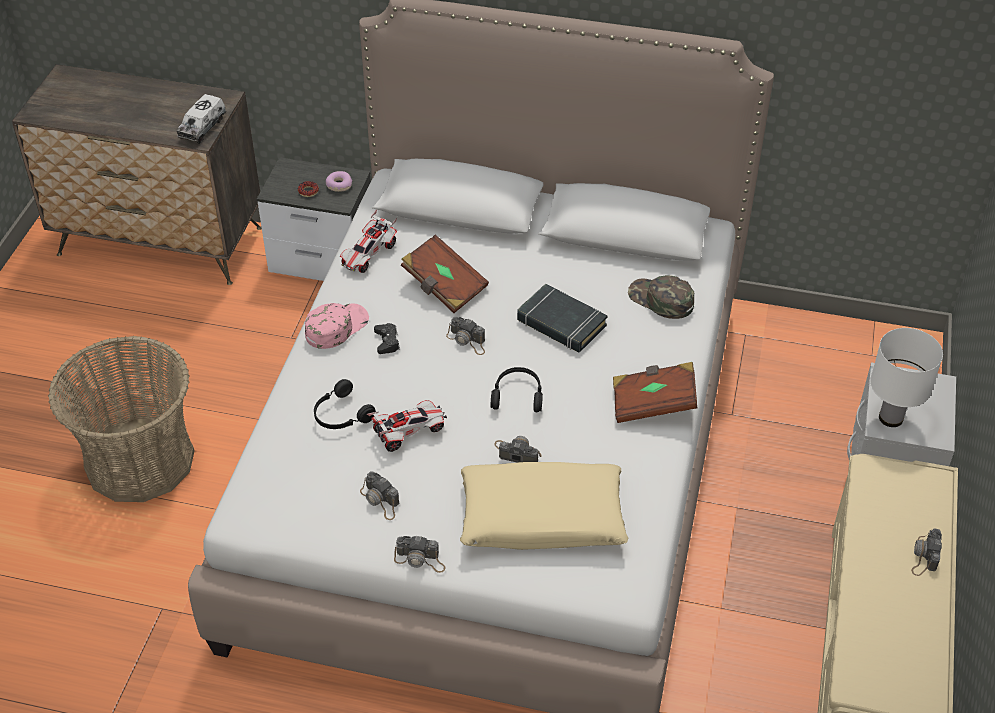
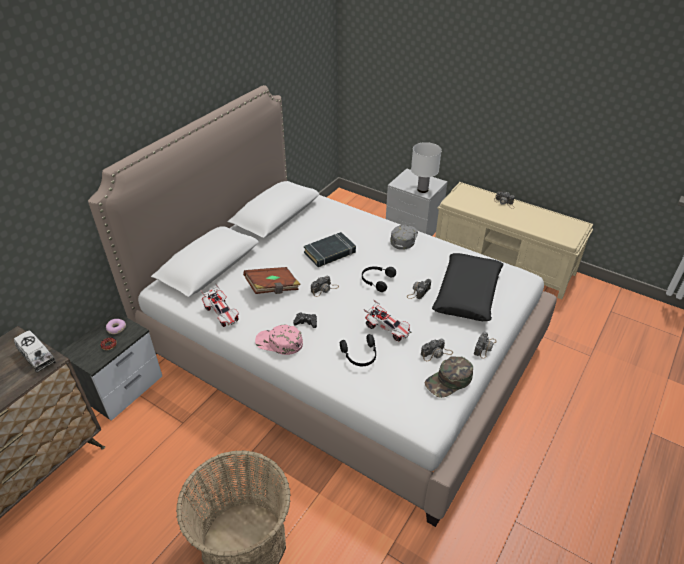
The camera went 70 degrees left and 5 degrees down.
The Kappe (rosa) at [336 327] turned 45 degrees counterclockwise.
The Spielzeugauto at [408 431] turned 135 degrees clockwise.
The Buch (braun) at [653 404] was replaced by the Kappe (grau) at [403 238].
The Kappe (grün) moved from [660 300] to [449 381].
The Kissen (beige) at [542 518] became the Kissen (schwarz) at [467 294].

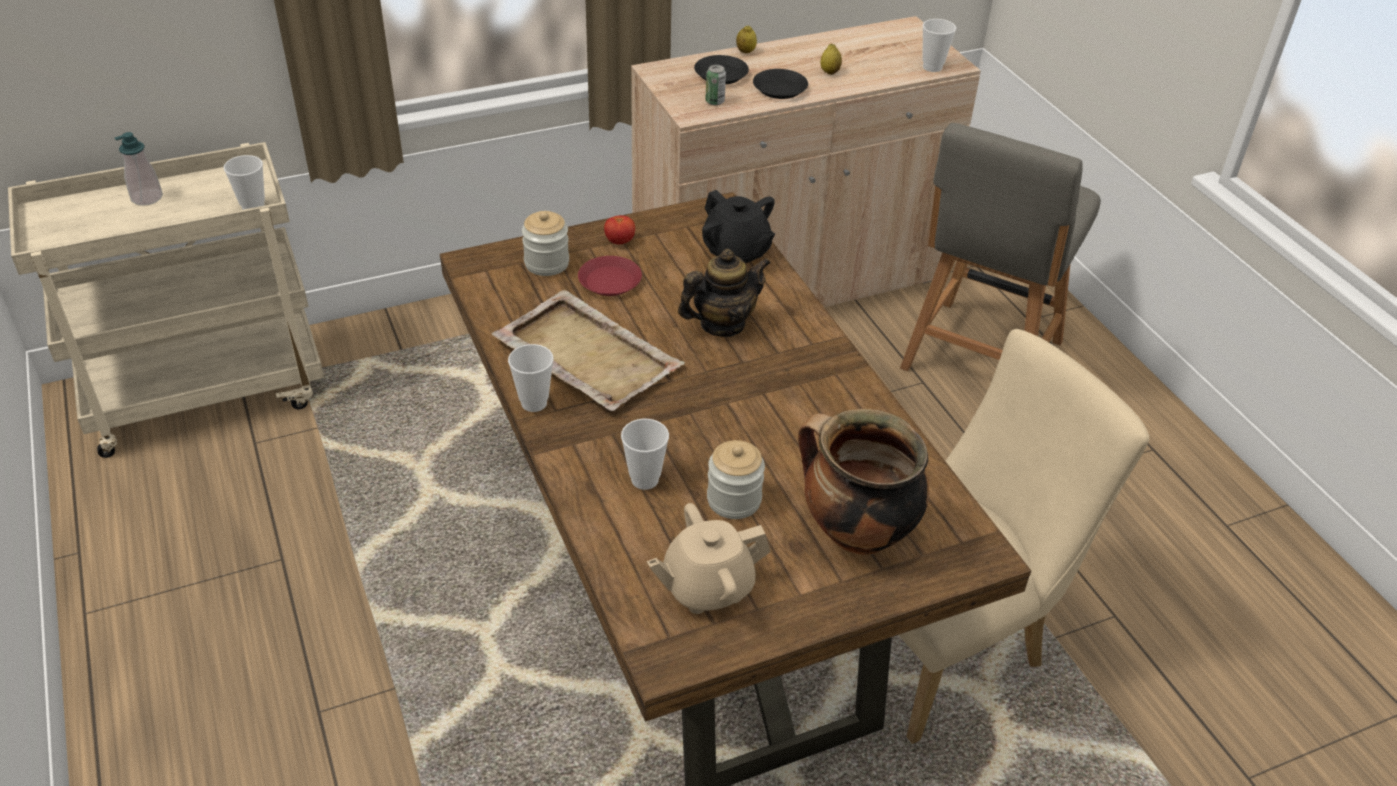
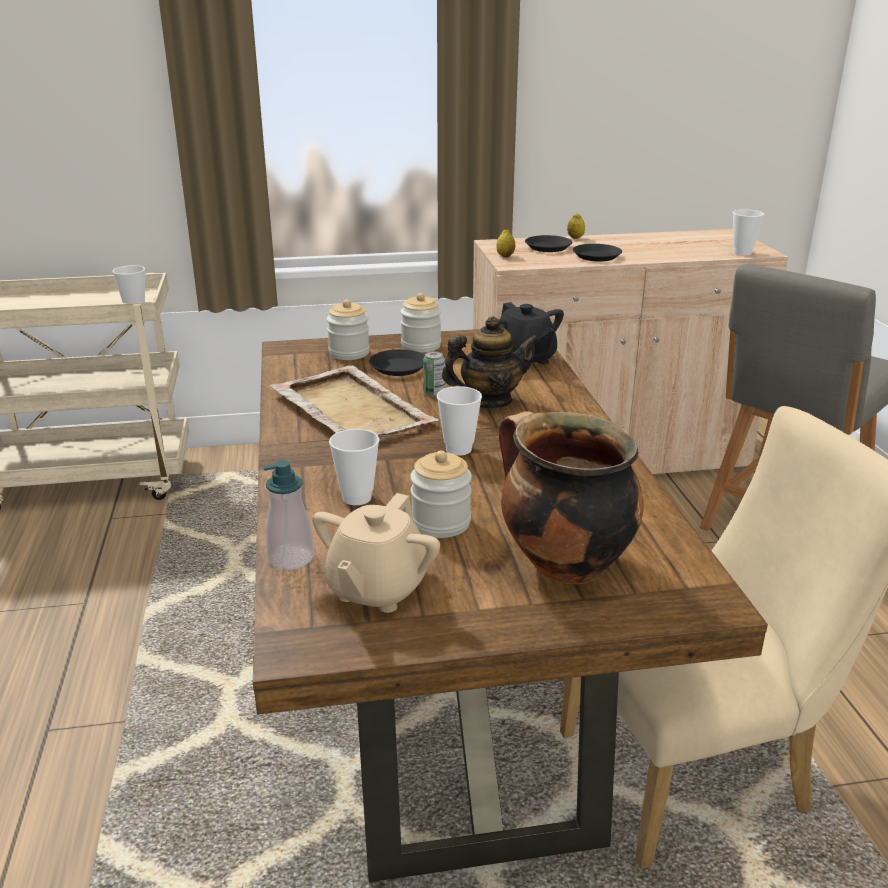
The camera went 15 degrees right and 15 degrees down.
The Seifenspender moved from [147 198] to [291 558].
The Teekanne (beige) at [707 587] turned 60 degrees counterclockwise.
The Teller (rot) at [609 281] became the Teller (schwarz) at [398 367].
The Tomate at [620 241] was replaced by the Vorratsglas at [421 346].
The Dose moved from [715 101] to [434 393].
The Tasse moved from [534 403] to [458 449].
The Zitrone moved from [829 72] to [505 256].

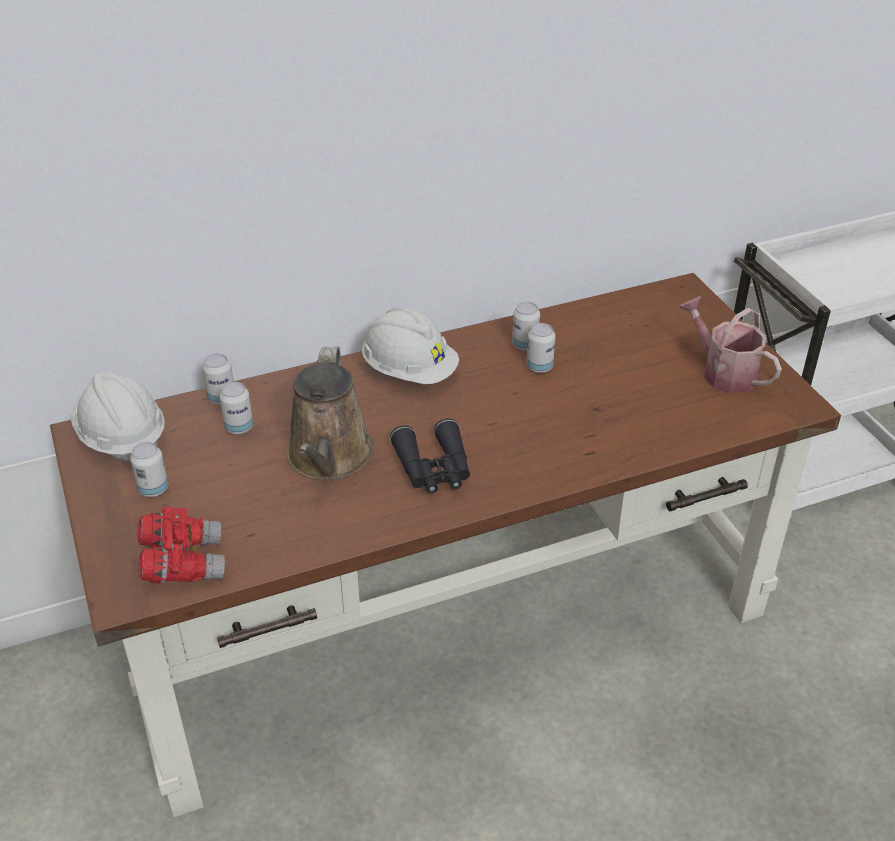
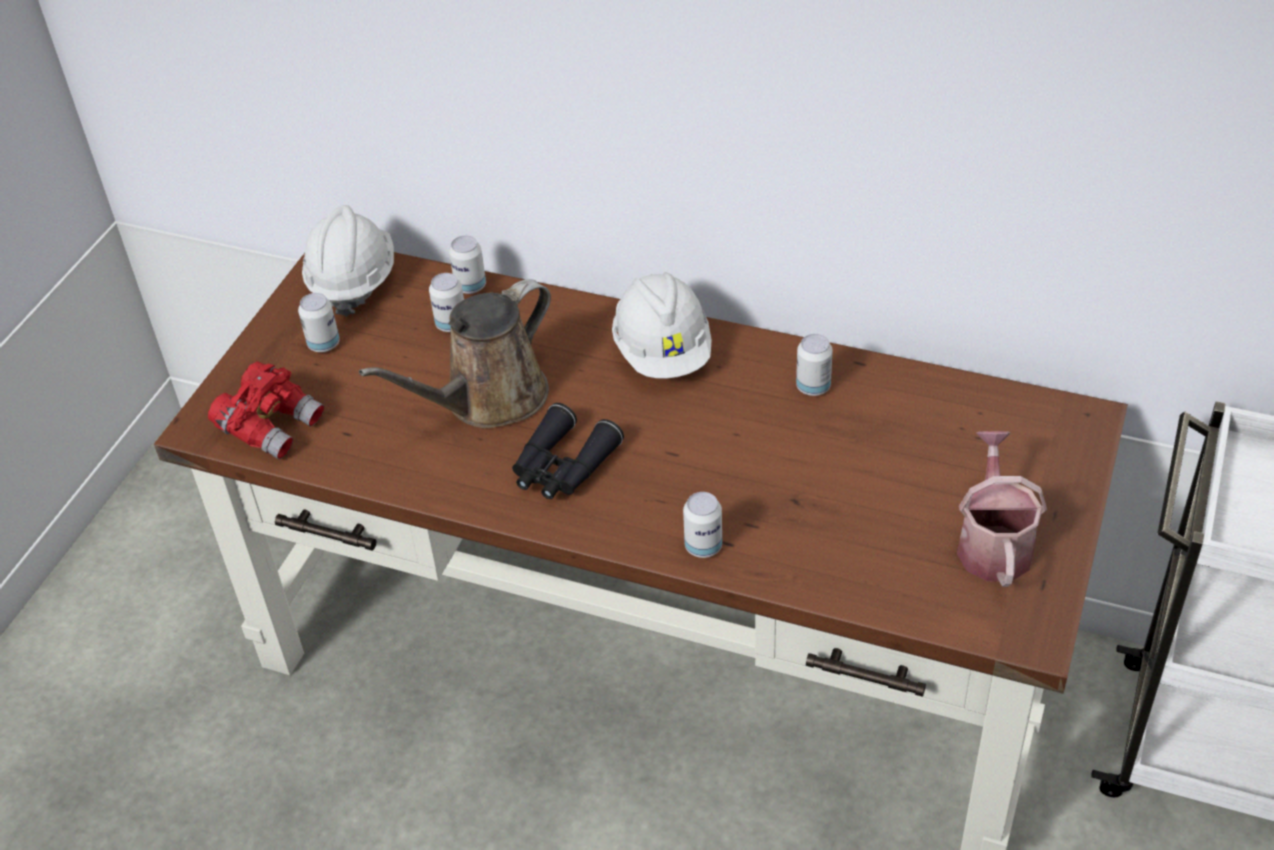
The camera went 45 degrees right and 5 degrees up.
The Dose moved from [539 367] to [703 546].

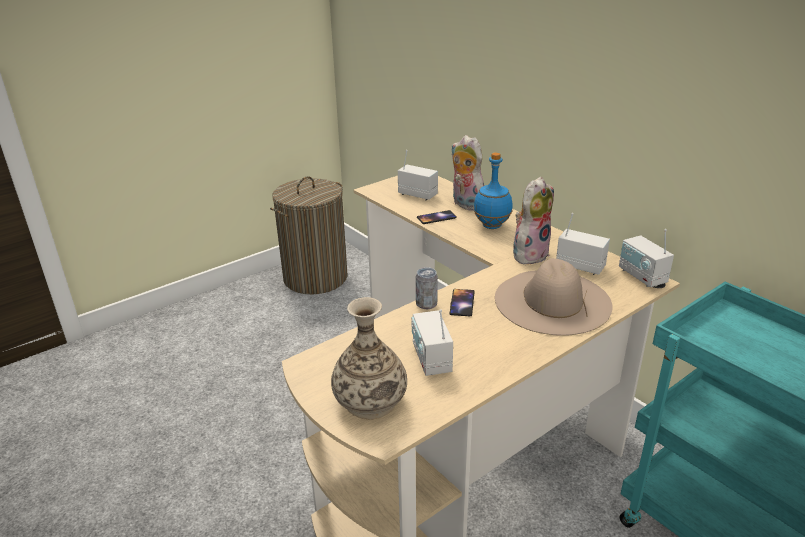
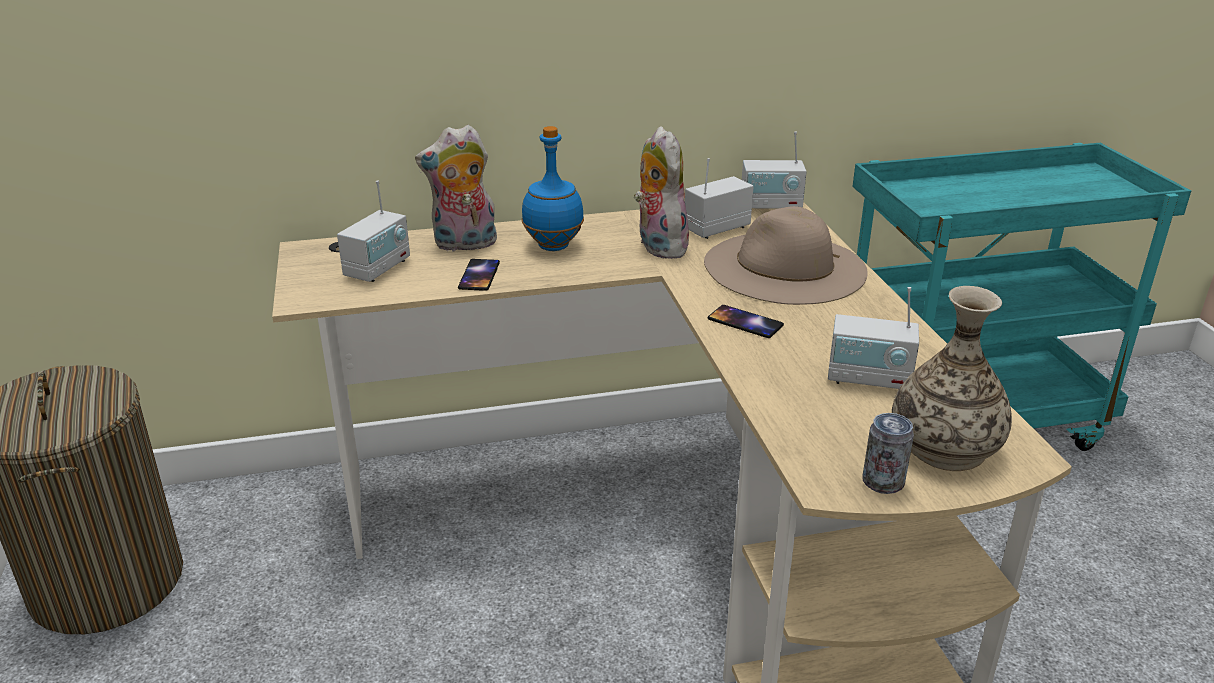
The camera went 65 degrees left and 0 degrees up.
The Radio at [418 194] turned 150 degrees clockwise.
The Dose moved from [426 304] to [883 482].

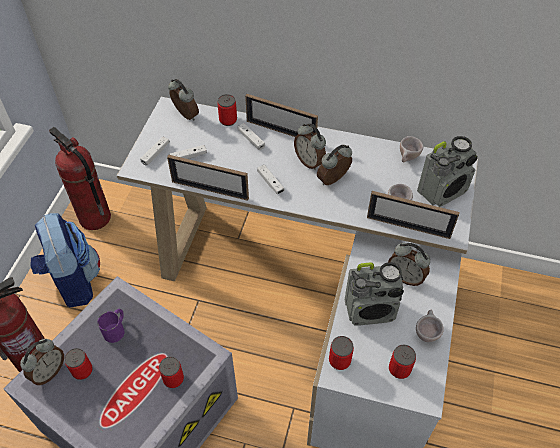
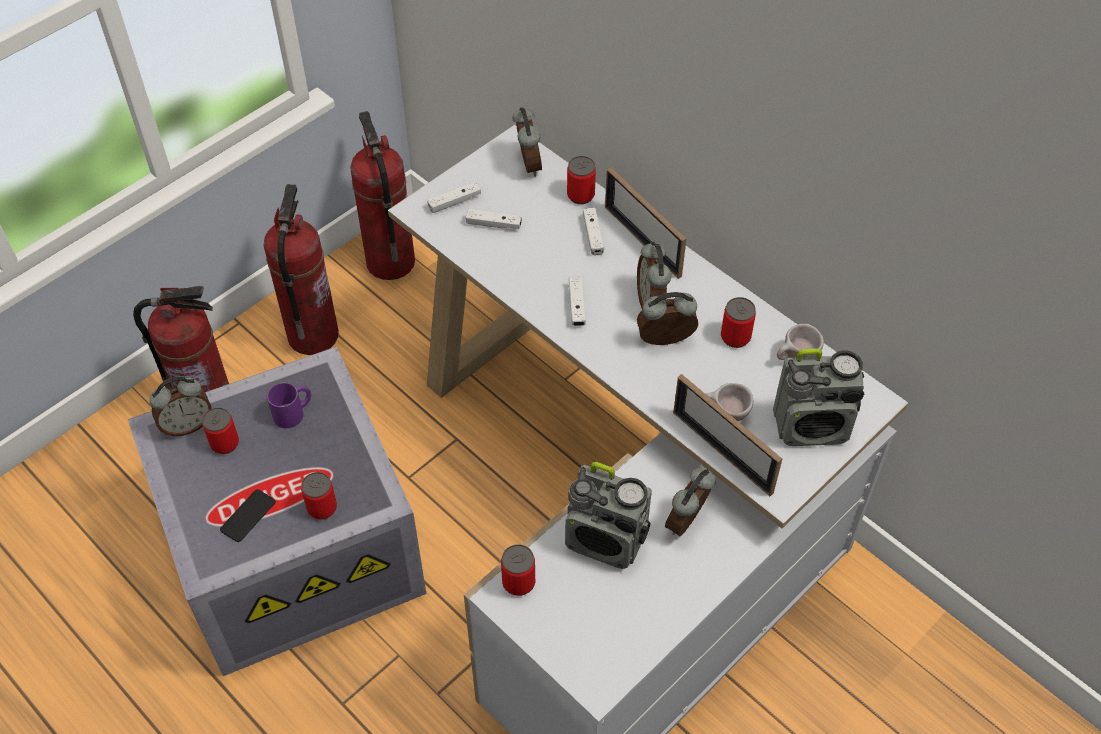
The camera went 30 degrees right and 0 degrees up.
The Handy at [248 516] appeared.
The Rucksack at [73 281] was replaced by the Feuerlöscher at [313 335].
The Wecker at [406 277] turned 60 degrees clockwise.
The Dose moved from [399 369] to [735 337].
The Bilderrahmen at [210 190] disappeared.
The Tasse (beige) at [426 332] disappeared.

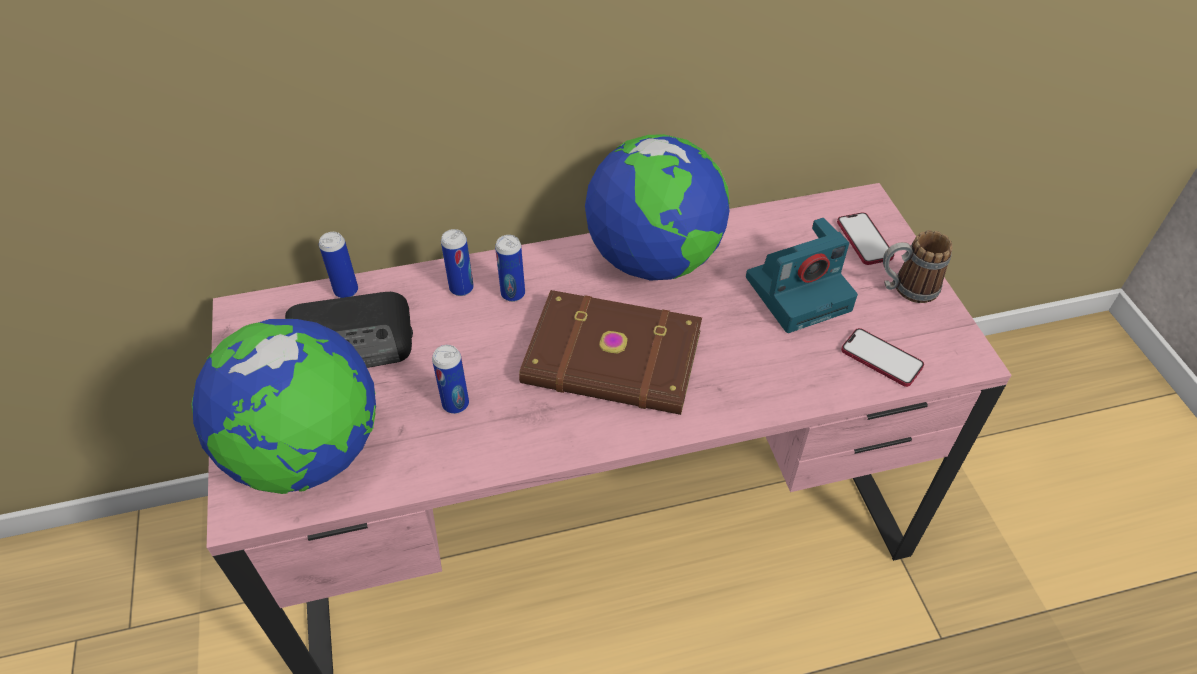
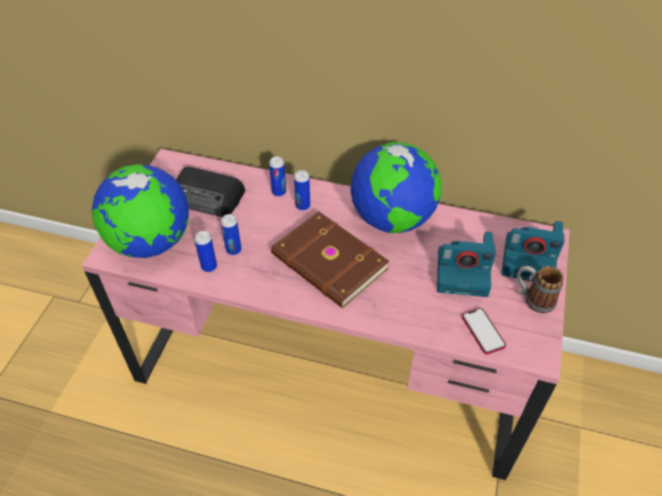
The camera went 30 degrees right and 0 degrees up.
The Dose moved from [346 291] to [209 267].
The Handy at [864 240] was replaced by the Kamera at [530 259].

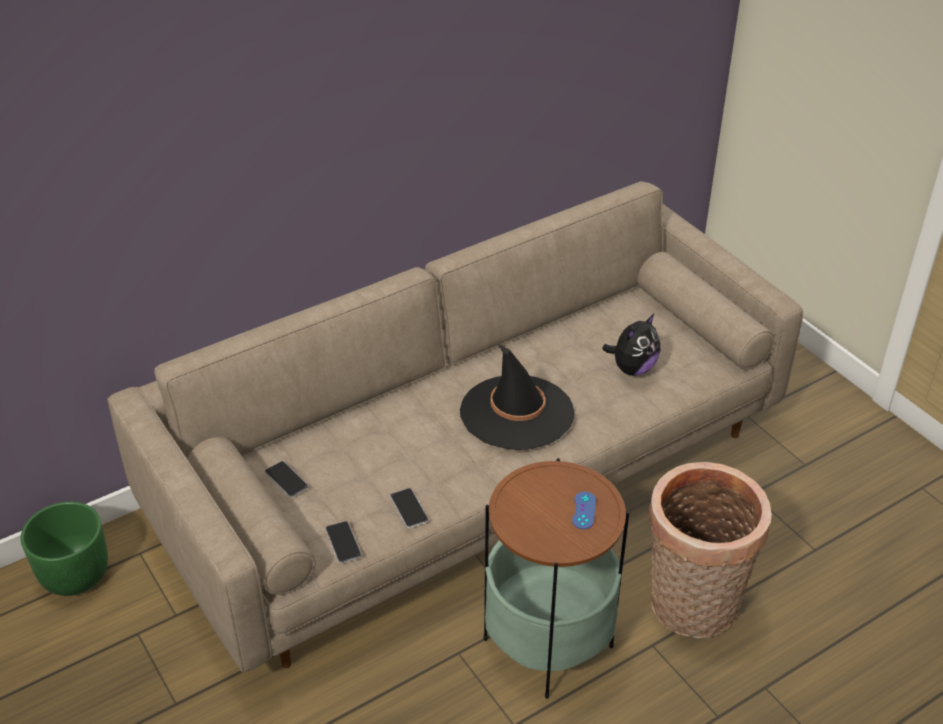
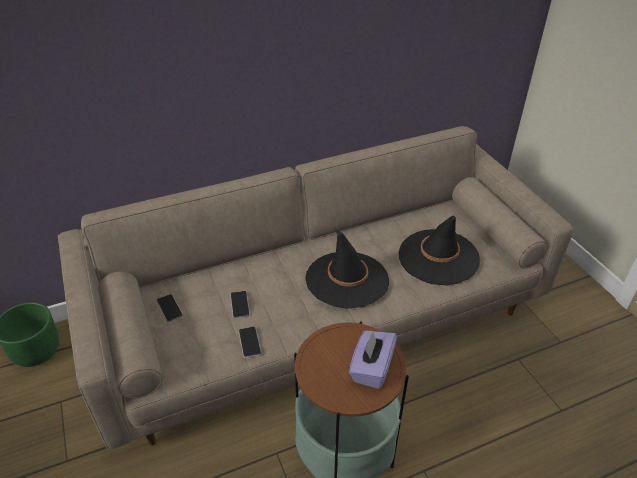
The camera went 10 degrees right and 0 degrees up.
The Handy moved from [343 543] to [240 305].
The Gamepad (blau) at [584 510] was replaced by the Taschentuchbox (lila) at [371 369].
The Plüschtier at [632 368] was replaced by the Hut (schwarz) at [438 257].
The Korb at [691 609] disappeared.

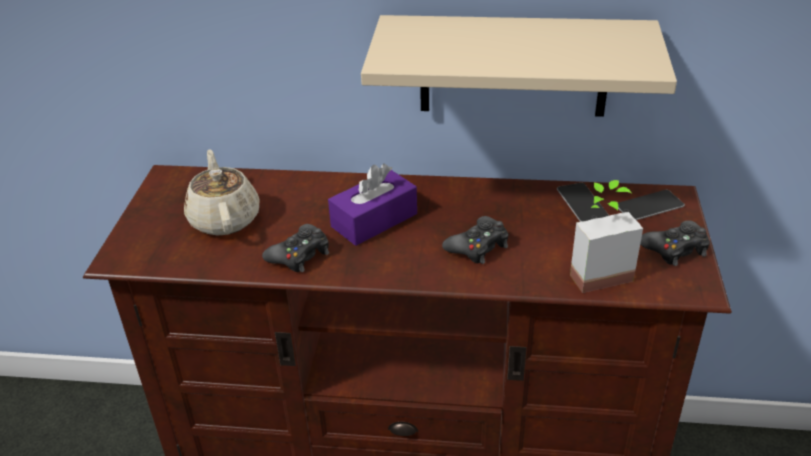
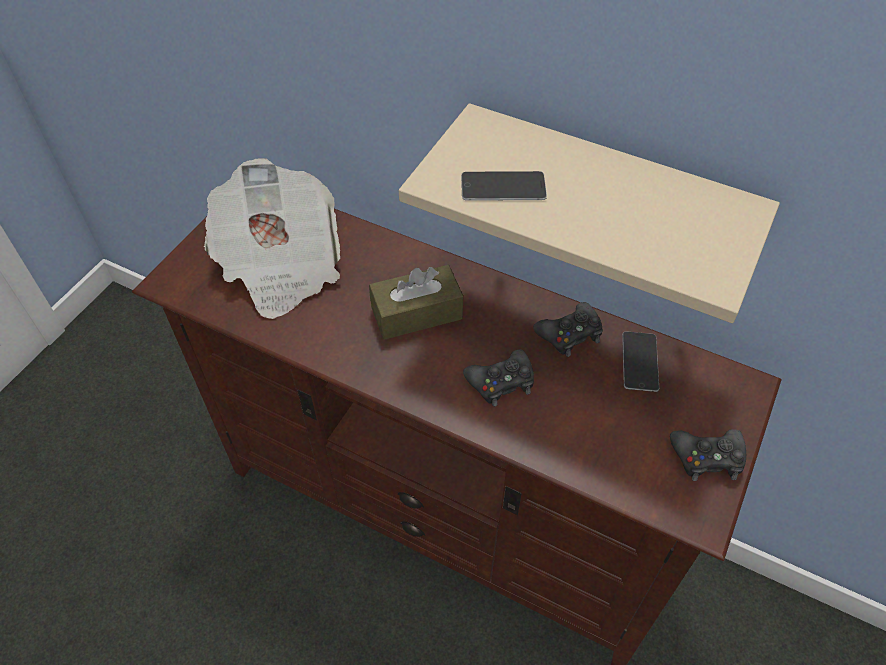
The camera went 20 degrees right and 15 degrees up.
The Teekanne (beige) at [224 218] was replaced by the Zeitung at [279 264].
The Taschentuchbox (lila) at [374 220] became the Taschentuchbox (braun) at [416 313].
The Handy moved from [649 205] to [503 186].
The Gamepad (schwarz) moved from [300 255] to [570 334].
The Topfpflanze at [595 270] disappeared.

